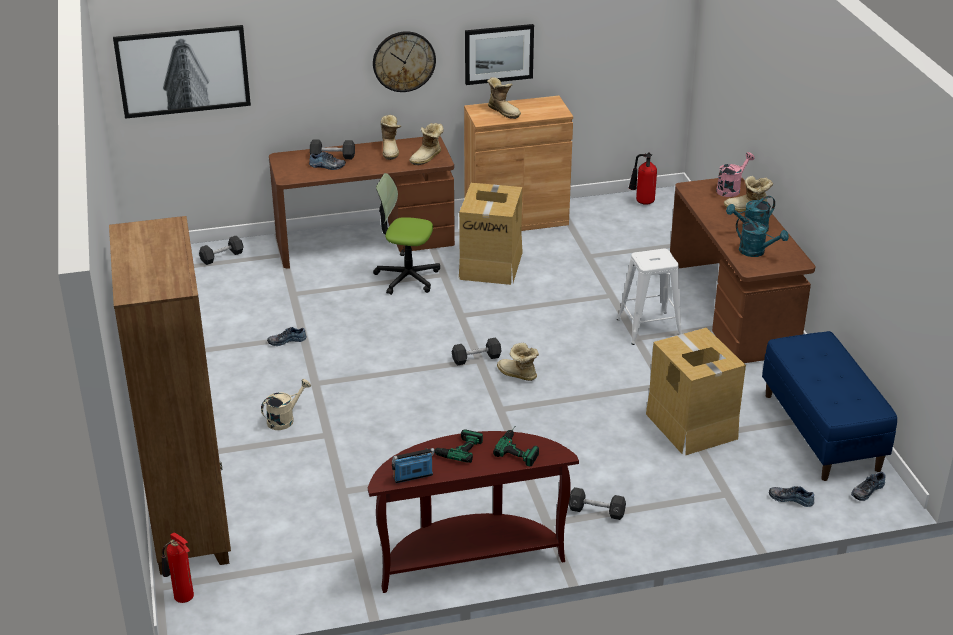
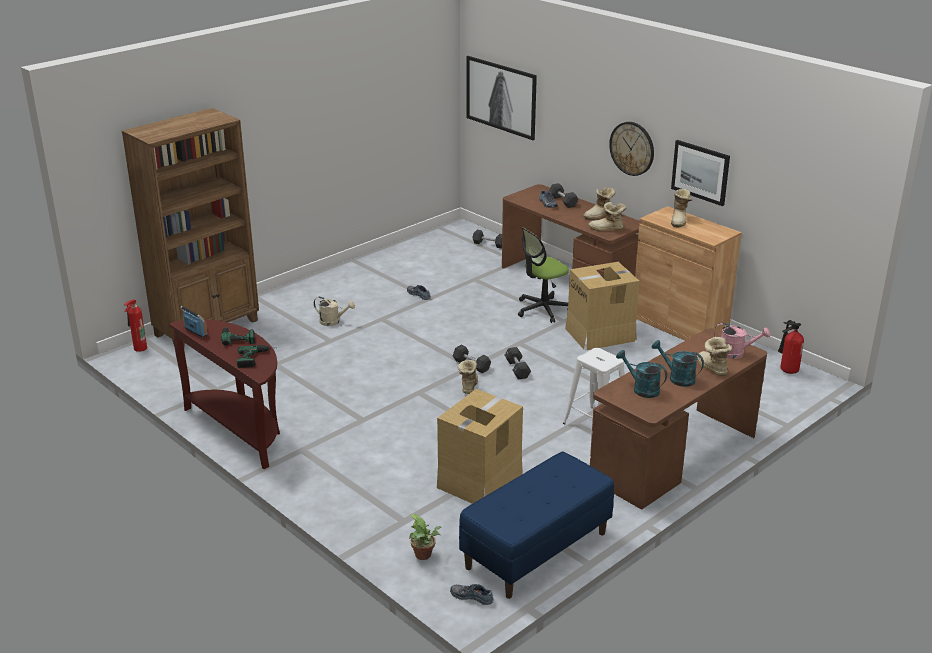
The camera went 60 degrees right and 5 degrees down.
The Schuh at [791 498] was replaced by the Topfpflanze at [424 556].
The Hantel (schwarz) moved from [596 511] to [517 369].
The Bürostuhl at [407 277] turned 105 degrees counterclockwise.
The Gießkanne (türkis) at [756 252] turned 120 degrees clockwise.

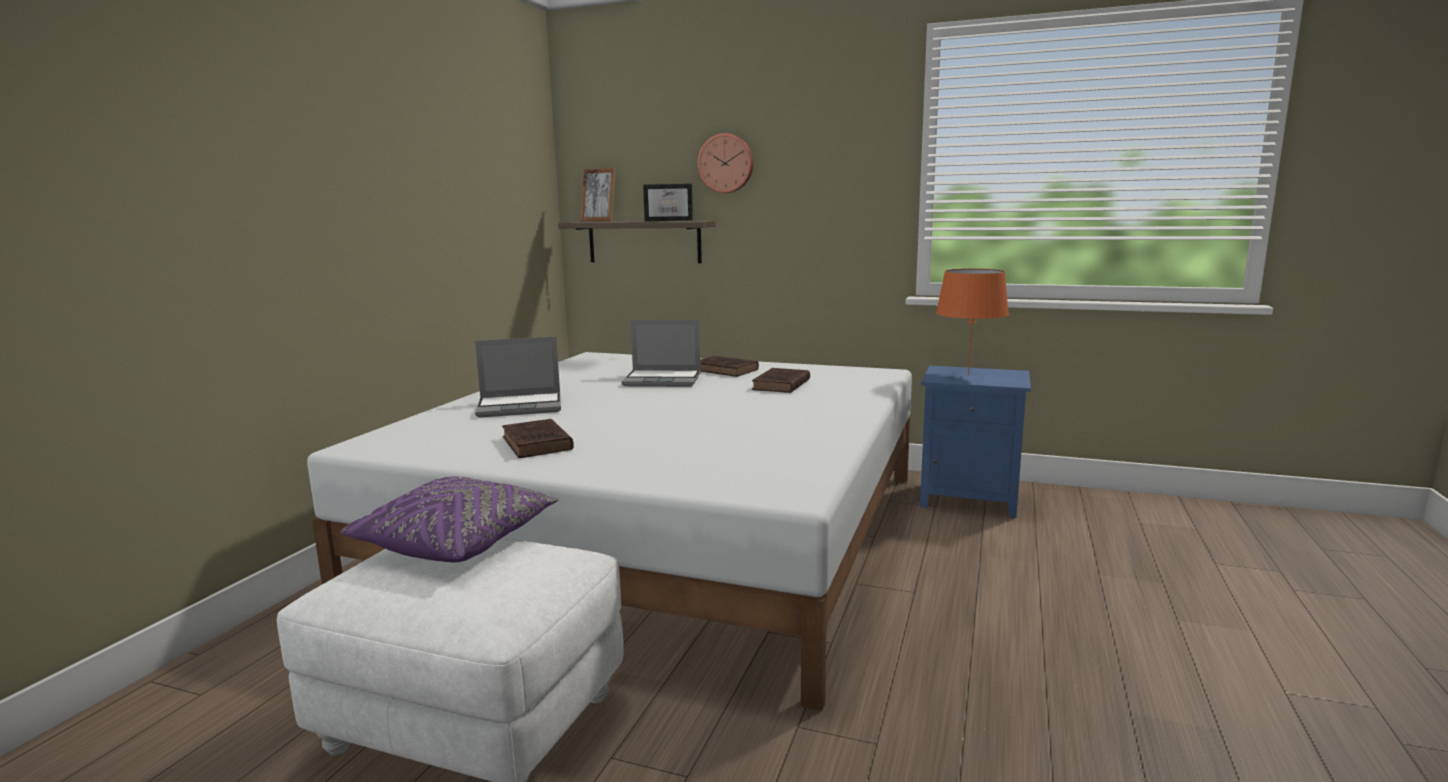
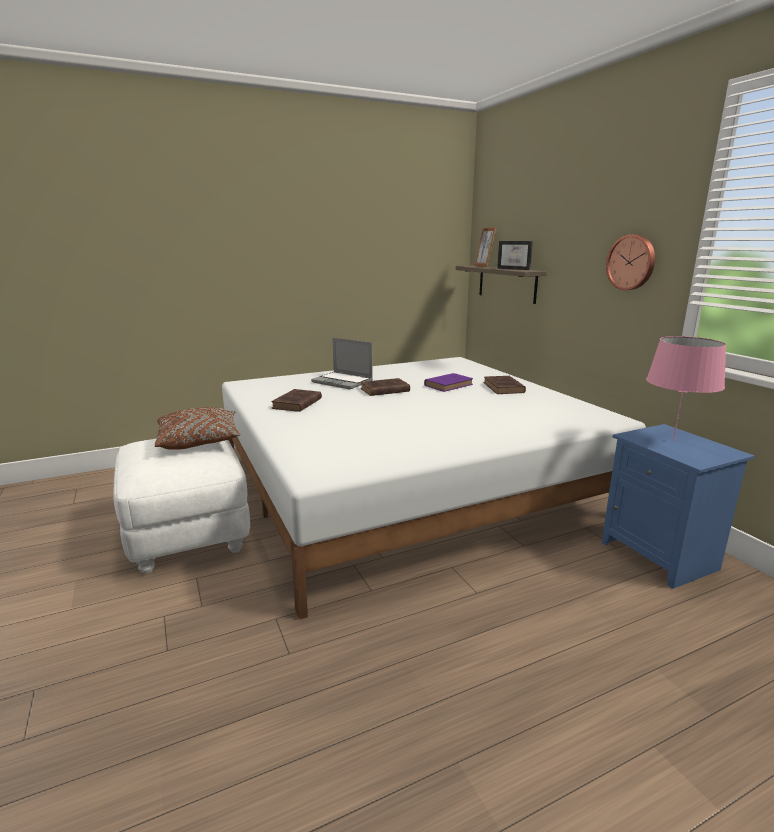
The camera went 45 degrees right and 5 degrees up.
The Kissen (lila) at [458 541] became the Kissen (braun) at [199 441].
The Buch (braun) moved from [780 385] to [383 390].
The Laptop at [663 380] was replaced by the Buch (lila) at [449 385].
The Wanduhr moved from [726 163] to [631 262].
The Tischlampe (orange) at [968 375] became the Tischlampe (rosa) at [673 441].

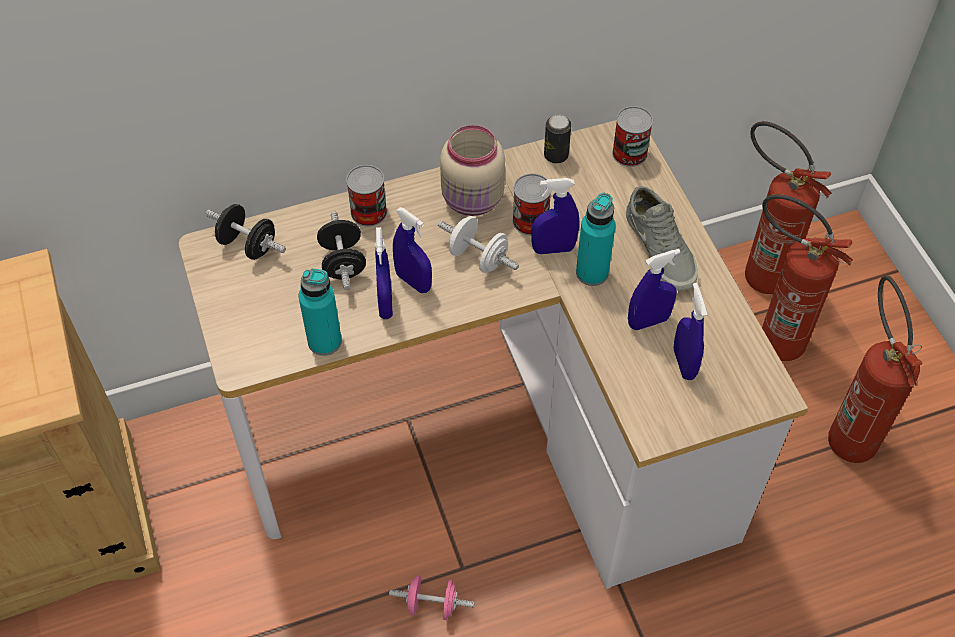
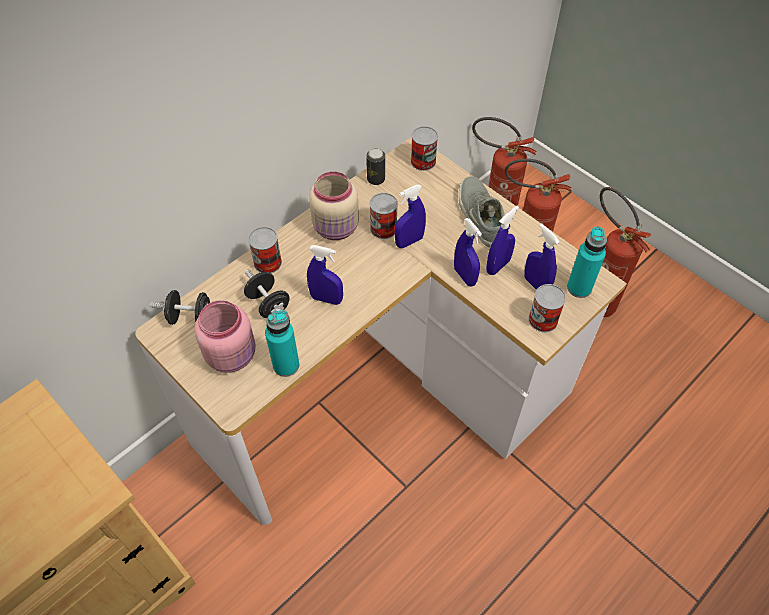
The camera went 25 degrees left and 0 degrees up.
The Vorratsglas (rosa) at [233 355] appeared.
The Sprühflasche (blau) moved from [385 304] to [465 276].
The Schuh (grau) at [661 249] turned 150 degrees counterclockwise.
The Dose at [543 320] appeared.
The Flasche (türkis) moved from [592 273] to [579 288].
The Hantel (rosa) at [432 605] disappeared.
The Hantel (weiß) at [478 257] disappeared.

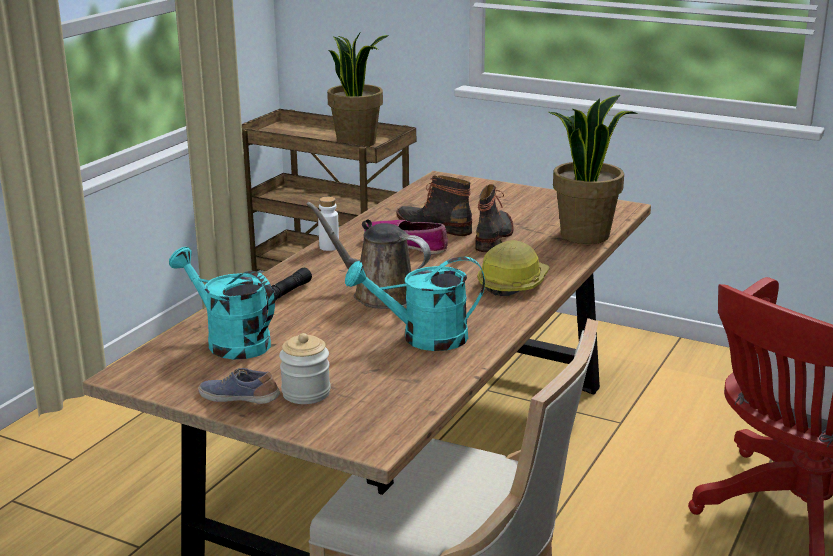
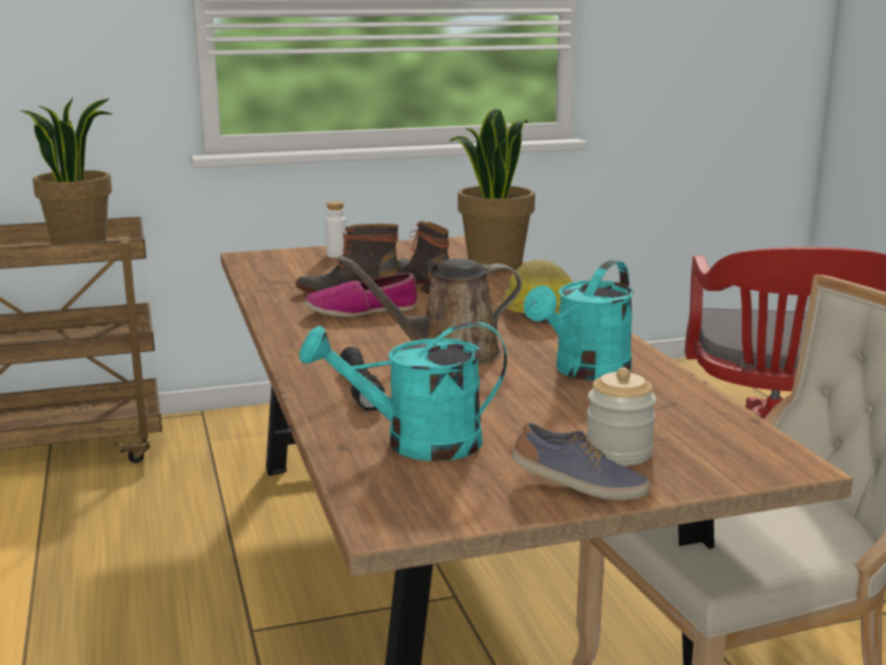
The camera went 45 degrees left and 5 degrees down.
The Flasche (weiß) moved from [329 247] to [336 255].
The Schuh at [240 400] turned 150 degrees counterclockwise.

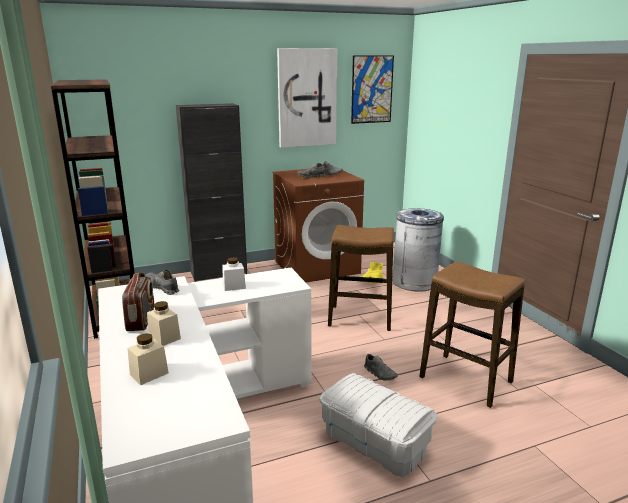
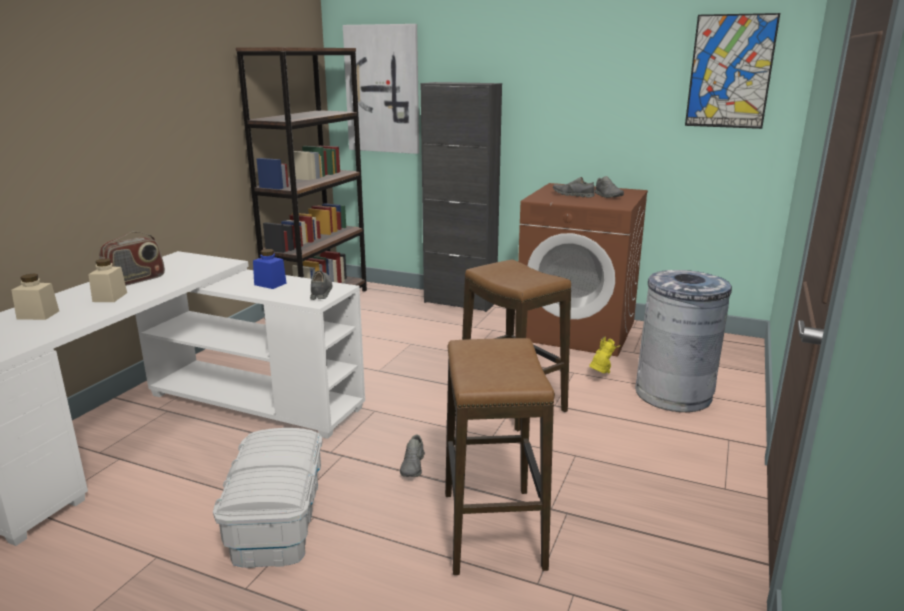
The camera went 45 degrees right and 0 degrees up.
The Vorratsglas (weiß) at [234 286] became the Vorratsglas (blau) at [270 284].
The Schuh (grau) moved from [162 288] to [320 291].
The Bild moved from [307 98] to [383 89].

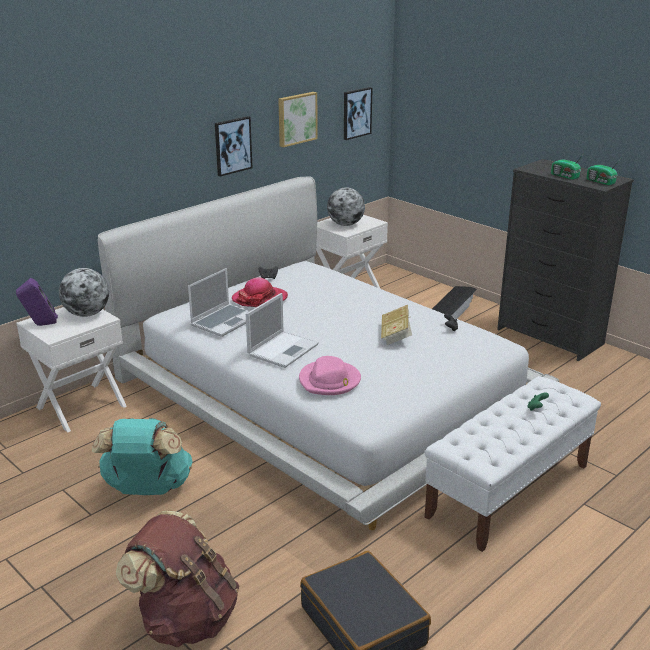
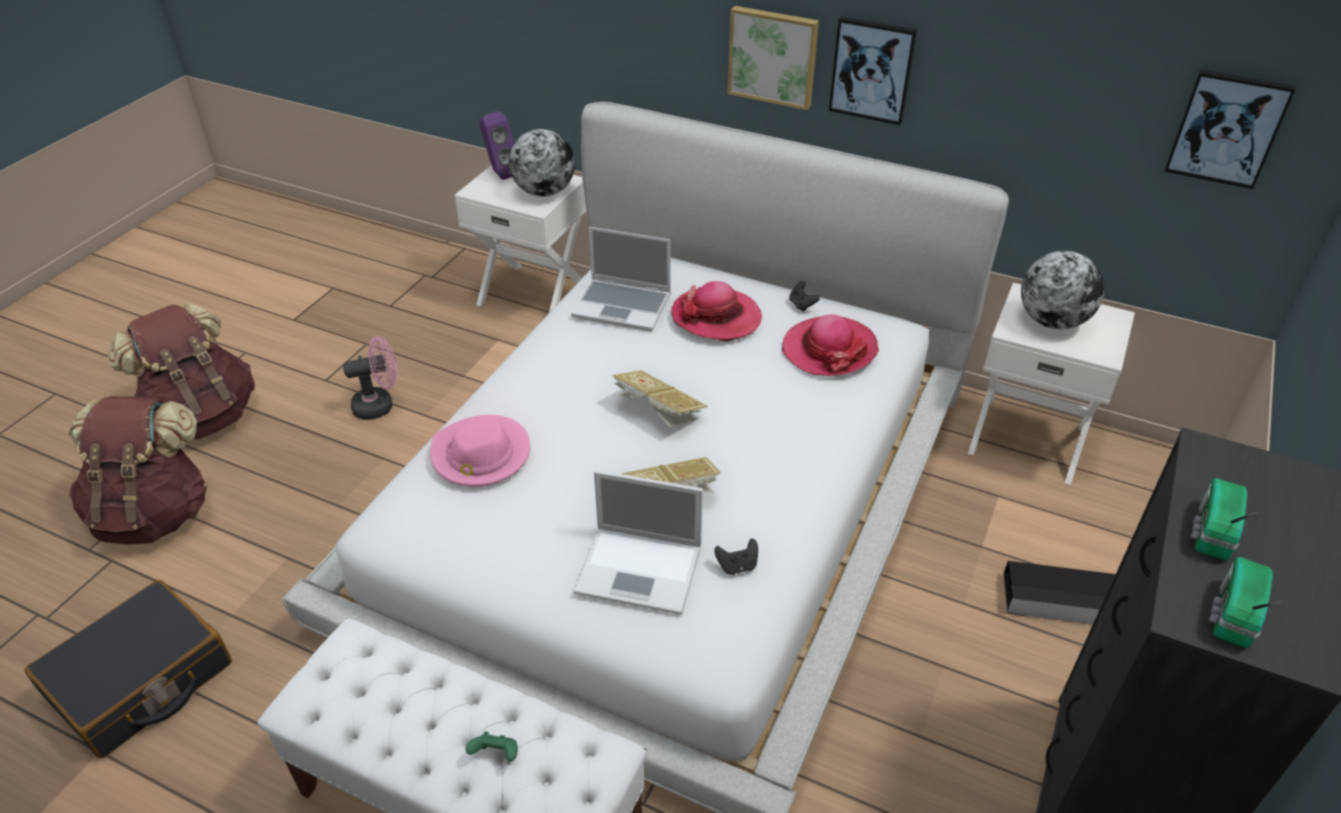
The camera went 70 degrees right and 15 degrees up.
The Rucksack (braun) at [202 416] appeared.
The Rucksack (türkis) at [147 489] was replaced by the Ventilator (rosa) at [380 405].
The Laptop moved from [283 349] to [641 570].
The Buch at [658 412] appeared.
The Bild moved from [296 118] to [773 56].
The Hut at [829 349] appeared.

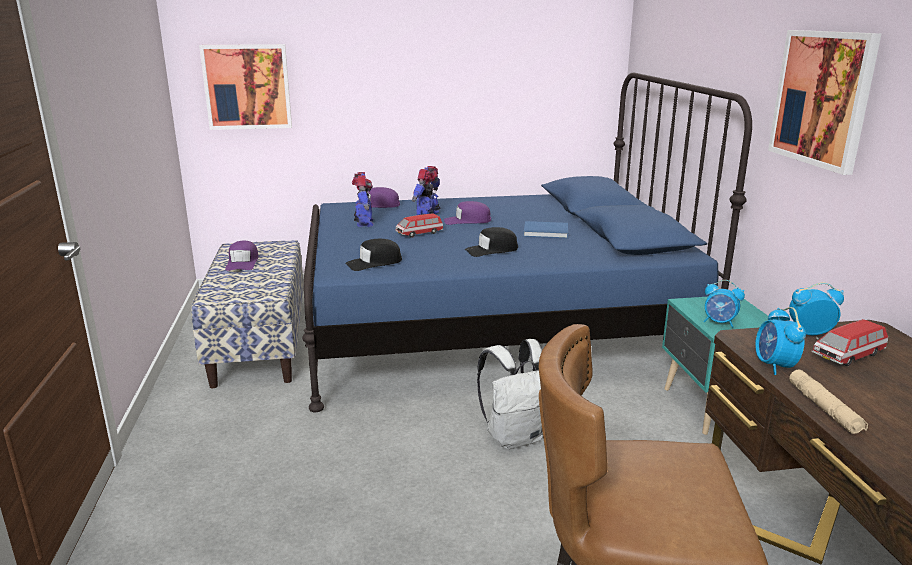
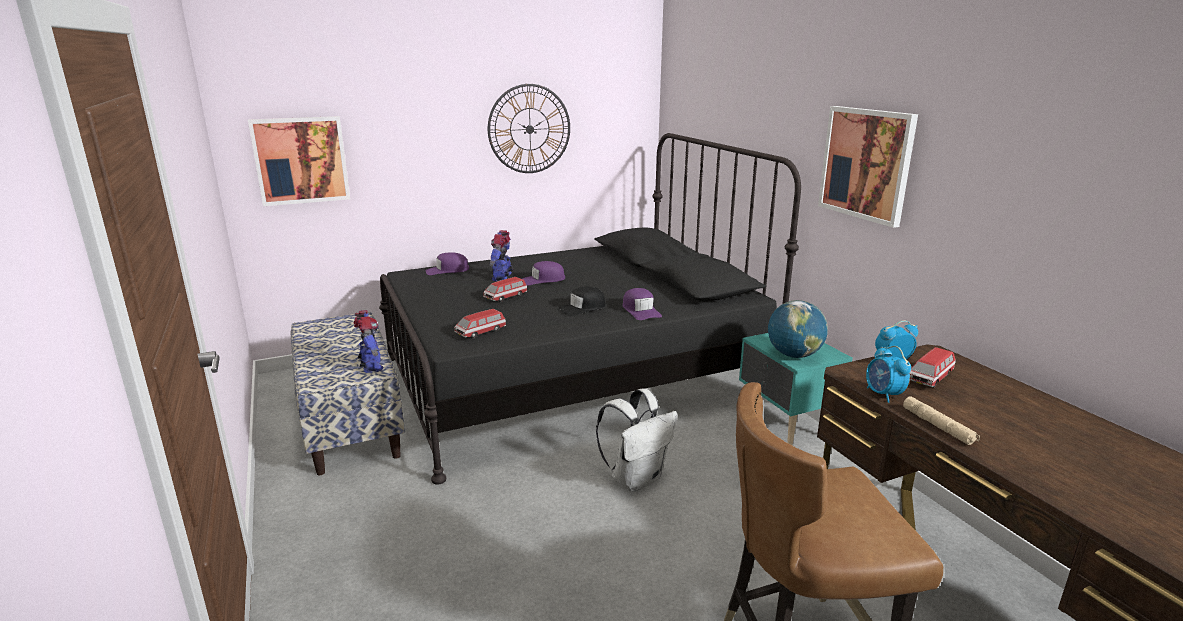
The camera went 15 degrees left and 0 degrees up.
The Spielzeugroboter moved from [364 223] to [371 366].
The Bett (blau) at [492 329] became the Bett (schwarz) at [572 378].
The Kappe (schwarz) at [374 263] was replaced by the Spielzeugauto at [480 332].
The Wanduhr at [529 129] appeared.
The Kappe (lila) moved from [243 262] to [641 311].
The Wecker at [719 323] was replaced by the Globus at [794 355].
The Buch (blau) at [547 232] disappeared.

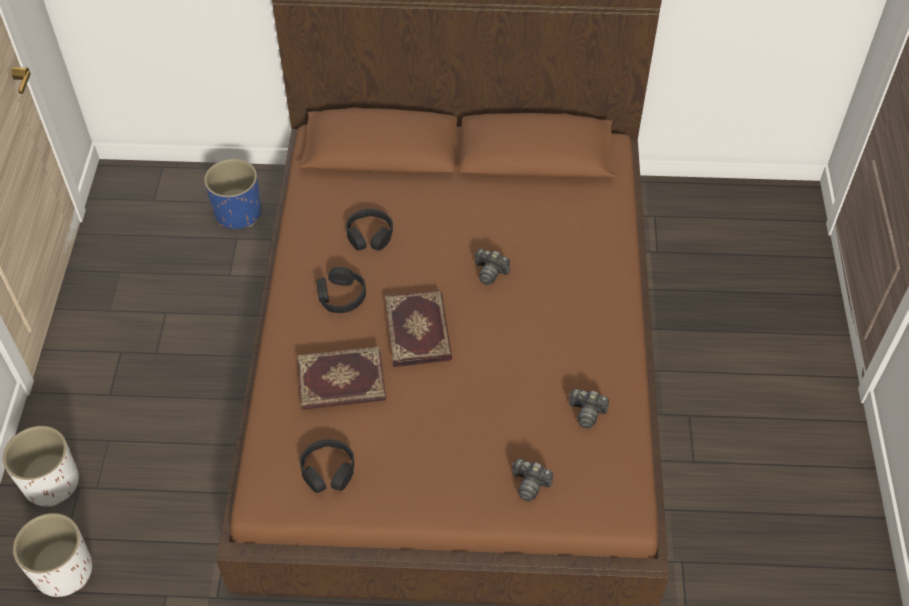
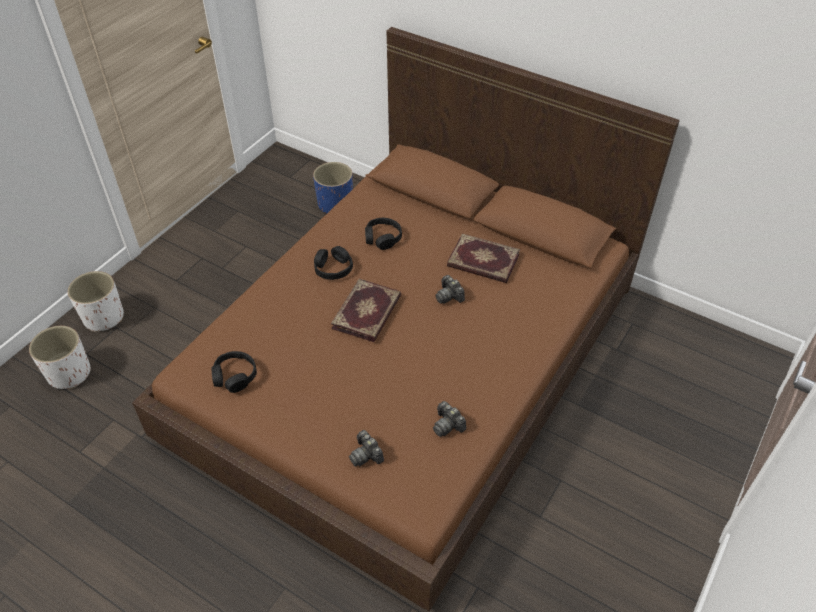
The camera went 30 degrees right and 5 degrees down.
The Buch moved from [341 382] to [483 261].

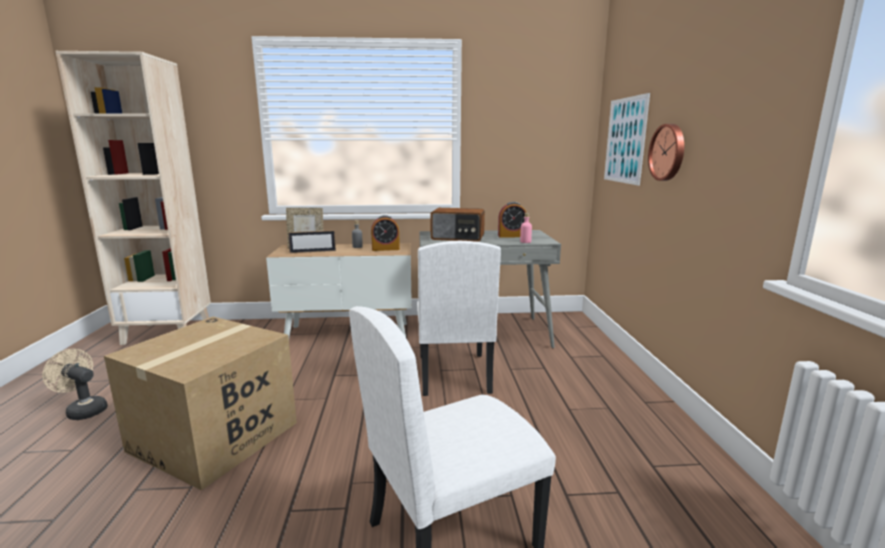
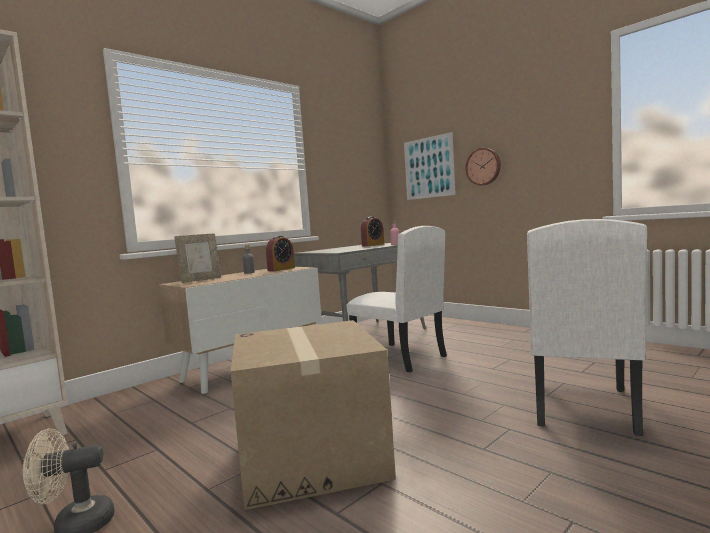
The camera went 40 degrees left and 10 degrees down.
The Bilderrahmen at [313 251] disappeared.
The Radio at [458 238] disappeared.

